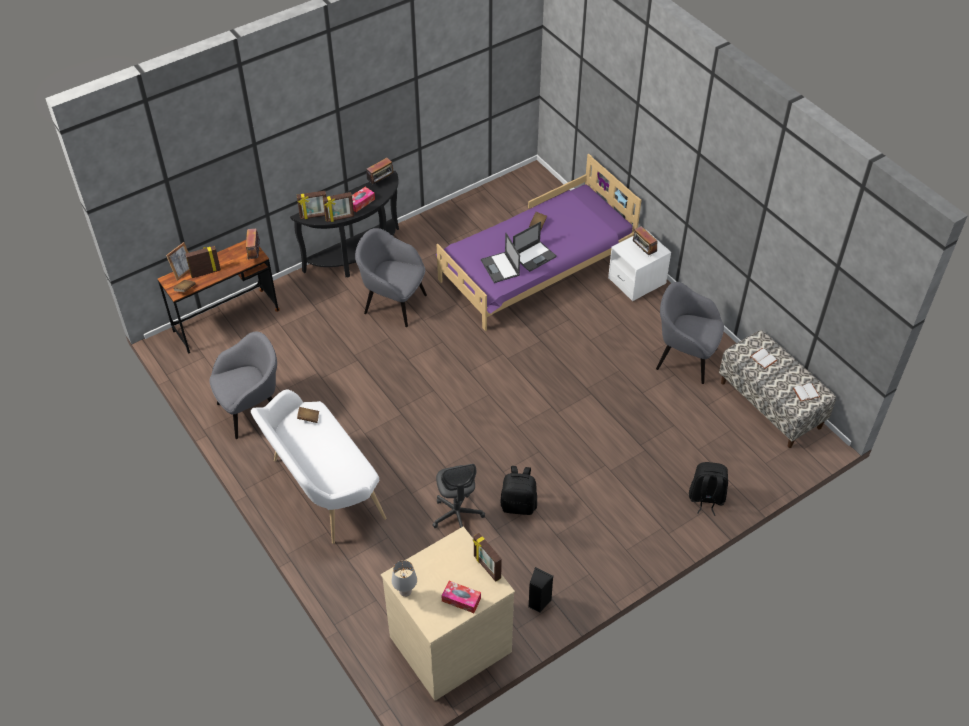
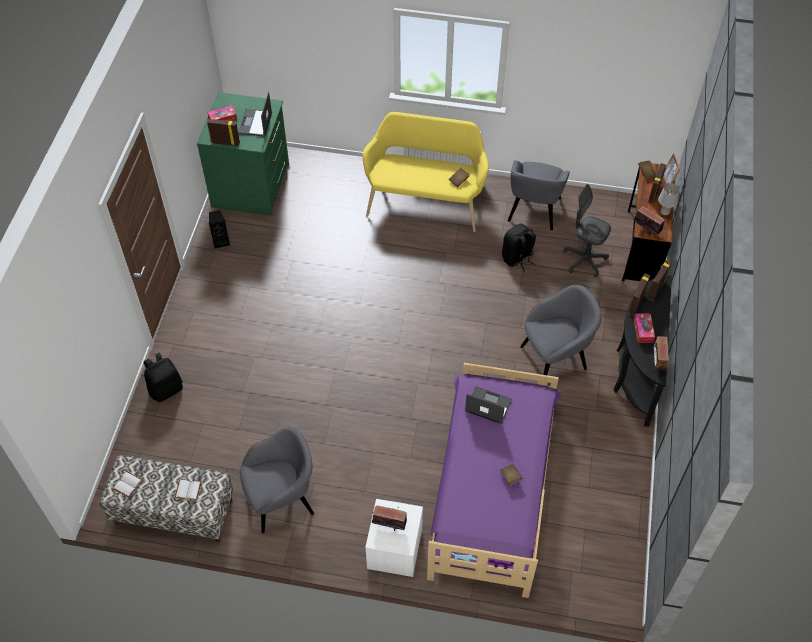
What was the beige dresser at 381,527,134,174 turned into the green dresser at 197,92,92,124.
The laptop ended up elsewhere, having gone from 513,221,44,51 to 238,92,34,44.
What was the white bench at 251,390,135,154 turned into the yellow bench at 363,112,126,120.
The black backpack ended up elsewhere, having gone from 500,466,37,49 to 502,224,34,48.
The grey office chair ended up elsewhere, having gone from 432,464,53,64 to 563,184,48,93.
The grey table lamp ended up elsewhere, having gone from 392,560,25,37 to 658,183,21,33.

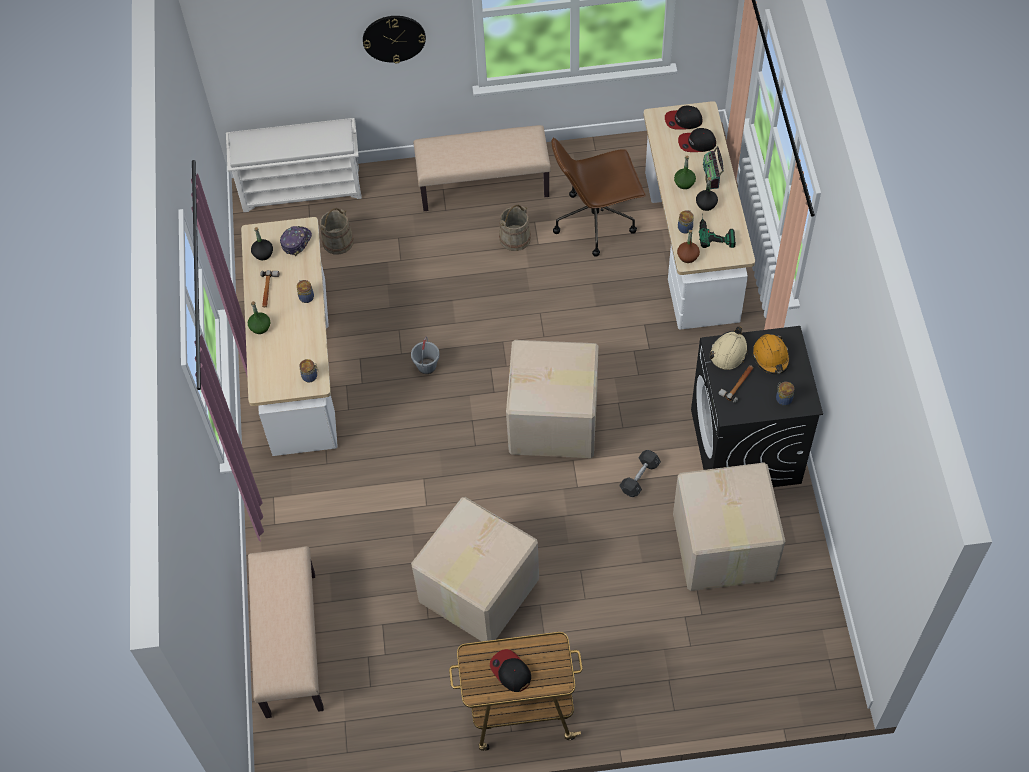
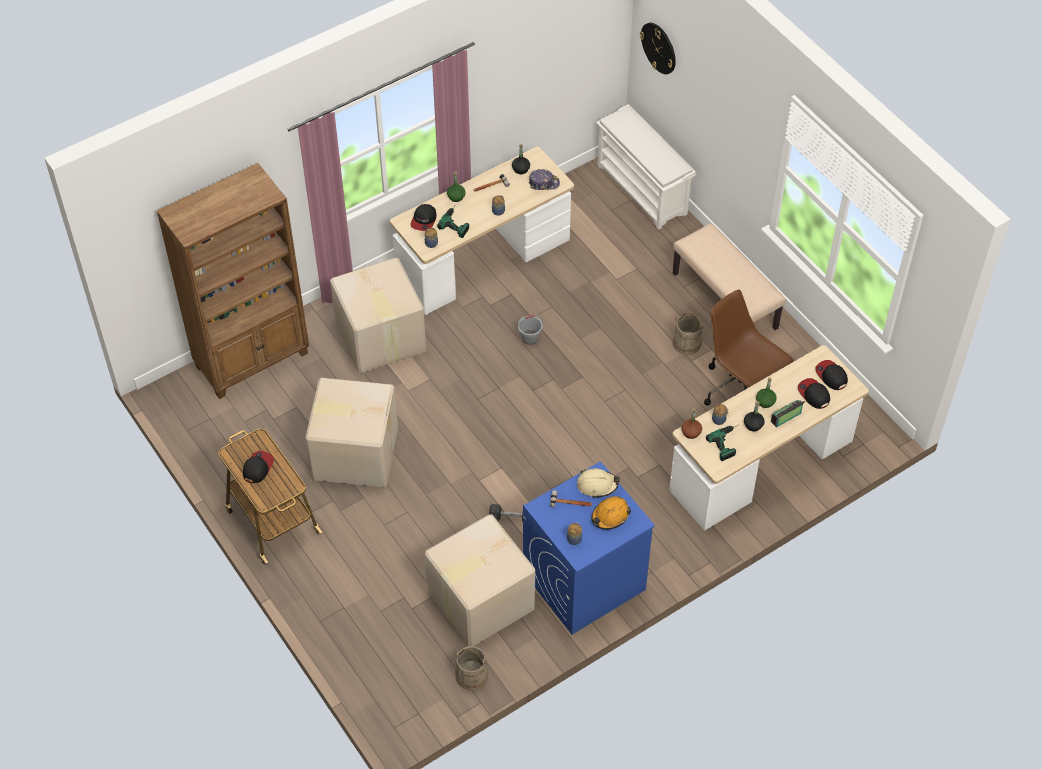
Where the beige bench stood at 248,546,76,172, the brown bookcase came to stand at 157,163,152,236.
The cardboard box ended up elsewhere, having gone from 506,340,92,118 to 330,258,96,115.
The second view gained the cap at 410,204,27,27.
The second view gained the power drill at 437,204,32,34.
The beige bucket ended up elsewhere, having gone from 320,208,34,46 to 454,646,34,44.
What was the black washing machine at 691,326,132,161 turned into the blue washing machine at 523,461,132,174.
The wall clock ended up elsewhere, having gone from 363,16,63,48 to 640,22,36,52.

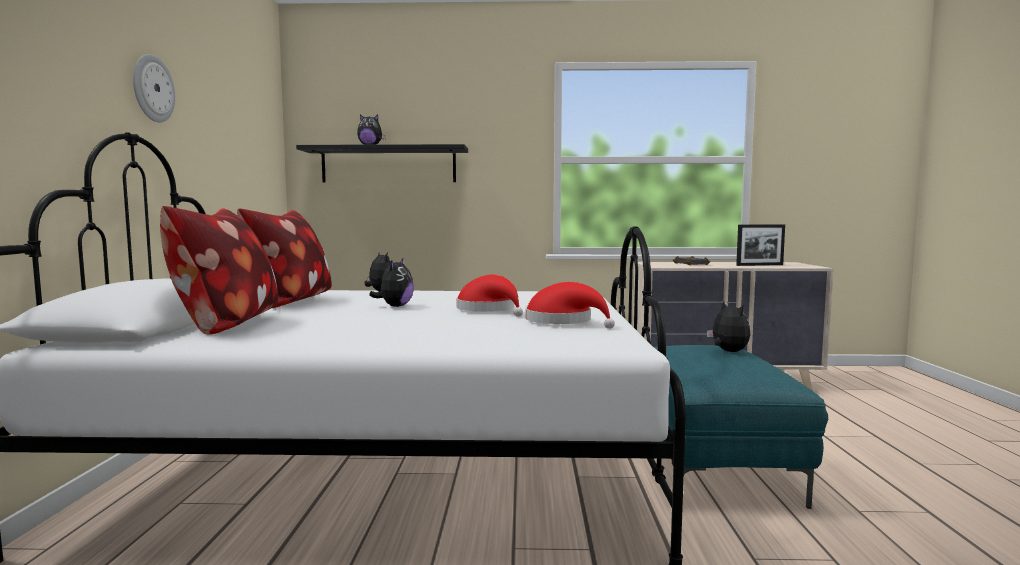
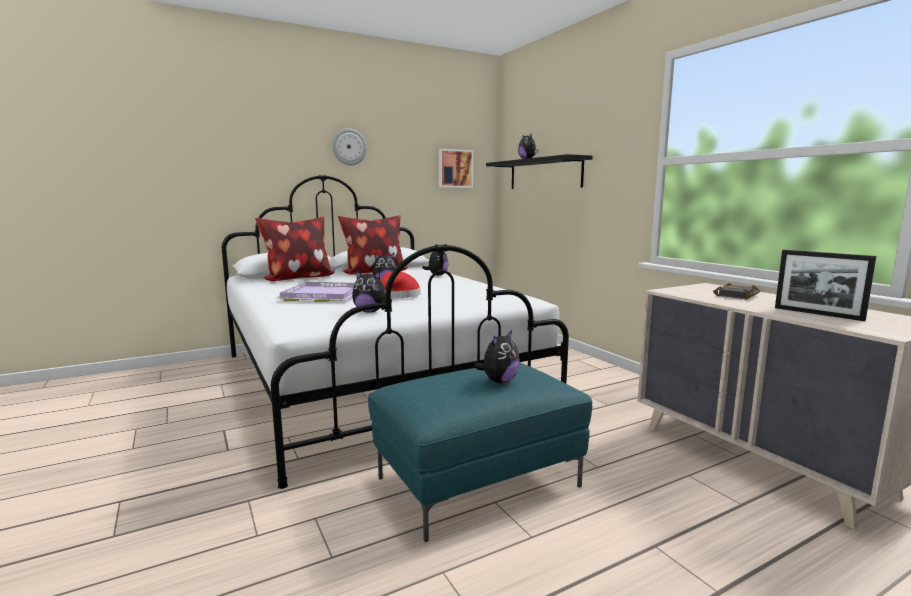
The second view gained the purple tray at 274,282,81,20.
Where the red hat stood at 526,282,89,47, the plush toy came to stand at 352,271,33,41.
The second view gained the picture at 438,149,35,39.

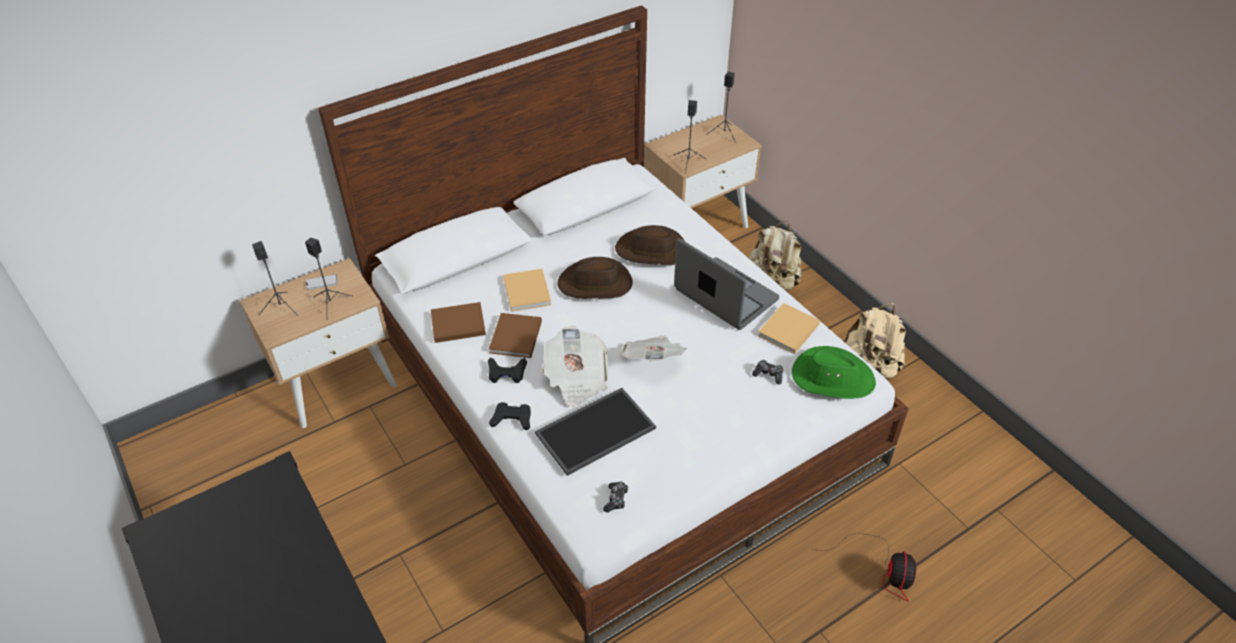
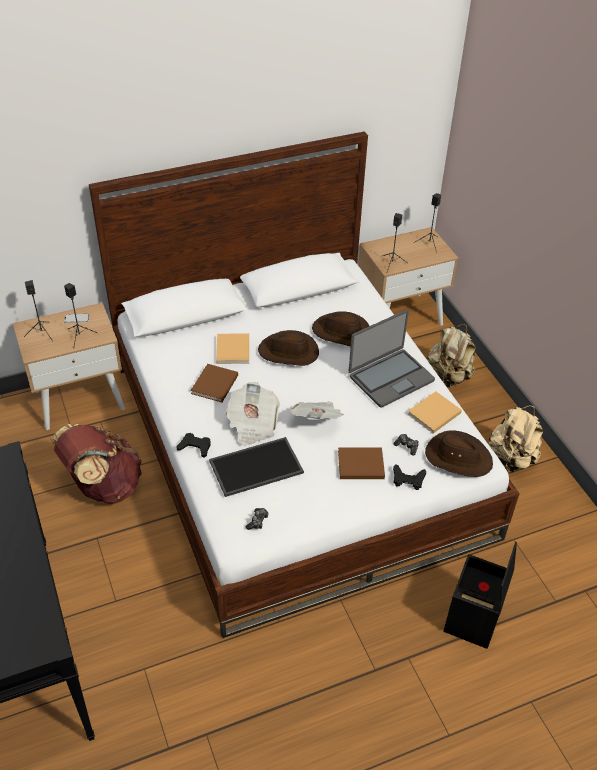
The second view gained the brown backpack at 50,424,92,80.
The brown book ended up elsewhere, having gone from 431,302,55,41 to 338,448,47,31.
The laptop at 674,238,105,92 ended up facing another way, 90 degrees clockwise from before.
The black game controller ended up elsewhere, having gone from 488,358,39,25 to 393,464,33,26.
What was the green hat at 792,346,84,53 turned into the brown hat at 425,430,68,47.
Where the fan stood at 813,533,103,68, the black storage box came to stand at 443,542,74,107.

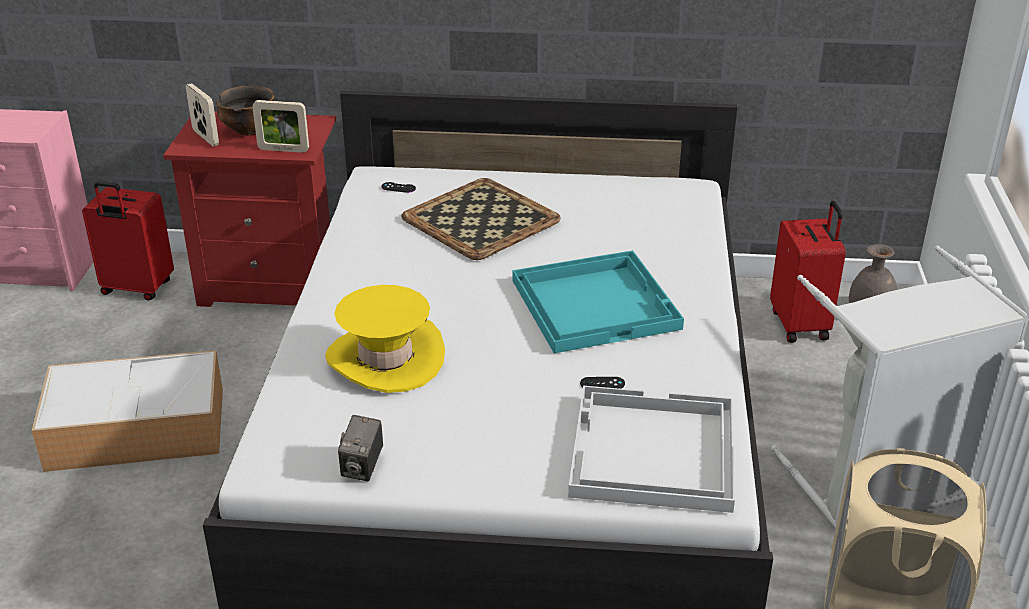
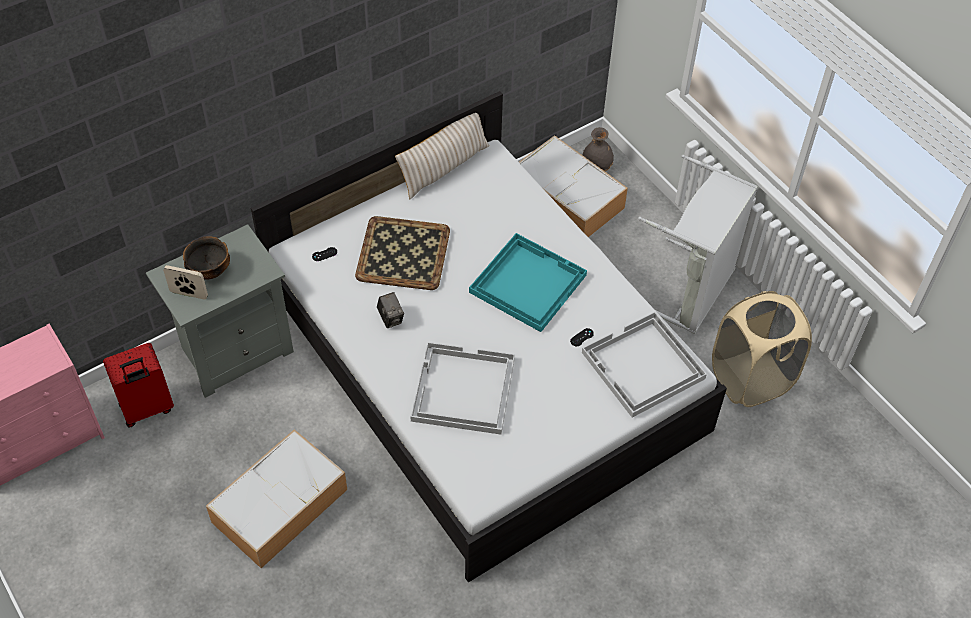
What was the red nightstand at 163,111,173,196 turned into the grey nightstand at 146,224,148,174.
The photo camera ended up elsewhere, having gone from 338,415,45,66 to 377,292,27,36.
The second view gained the beige pillow at 395,113,94,86.
Where the yellow hat stood at 325,285,120,108, the white tray came to stand at 411,342,104,92.
Where the red suitcase stood at 770,201,76,142, the storage box came to stand at 519,135,109,102.
The second view lost the picture frame at 252,100,57,53.

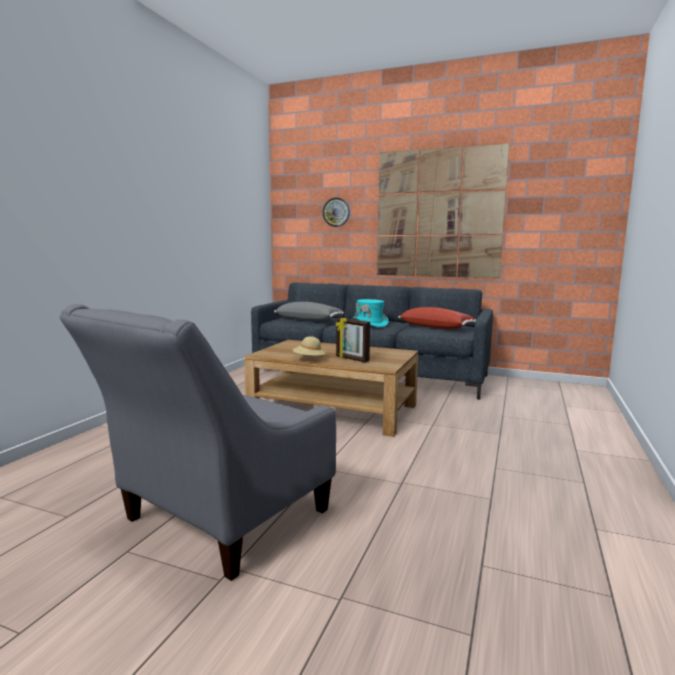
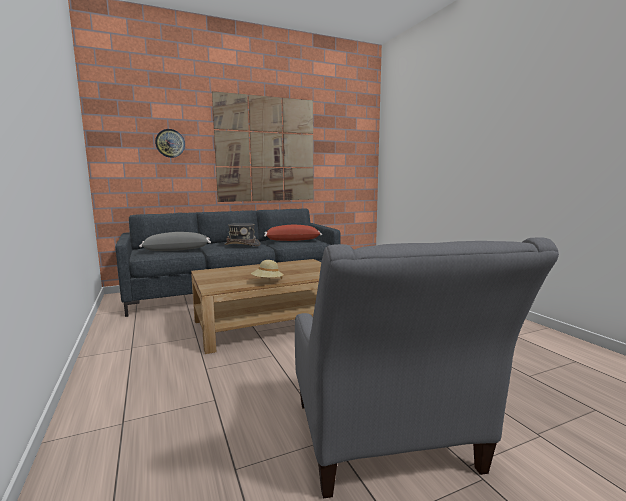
What was the turquoise hat at 352,299,37,28 turned into the grey hat at 224,223,36,23.
The second view lost the picture frame at 336,318,34,44.

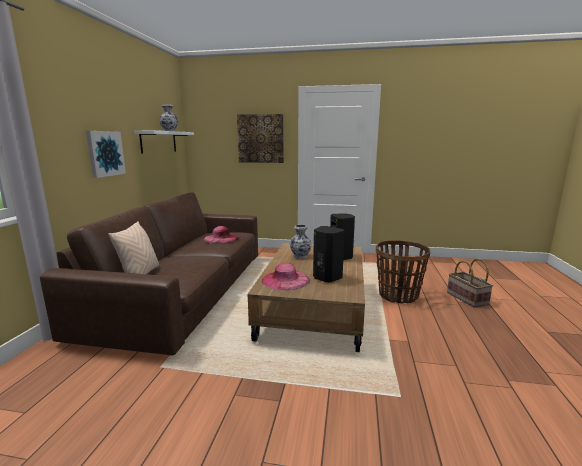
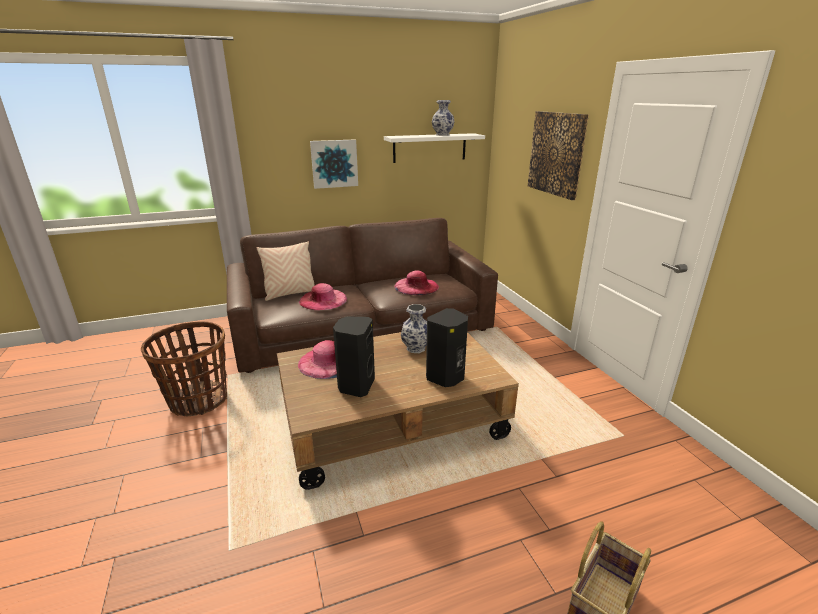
The basket ended up elsewhere, having gone from 376,240,54,63 to 141,321,86,95.
The second view gained the pink hat at 299,283,48,27.

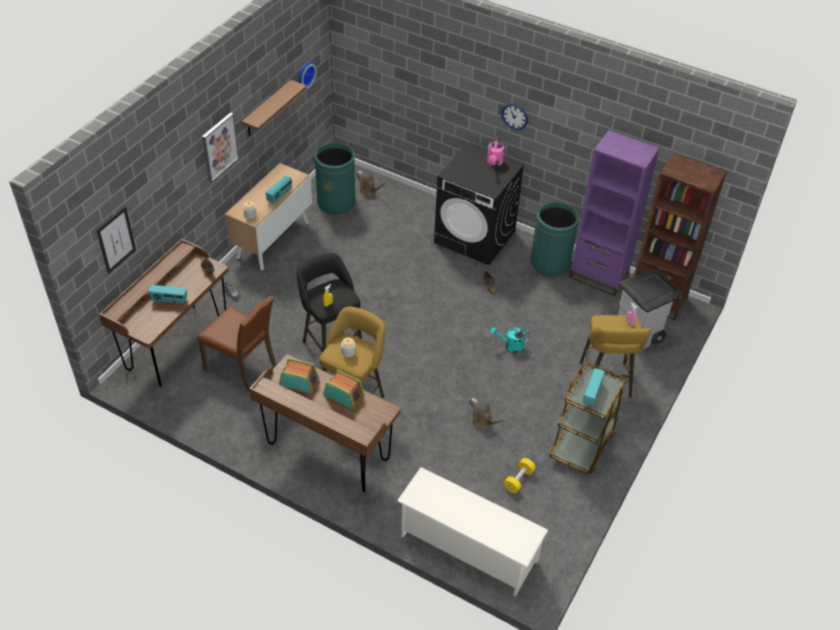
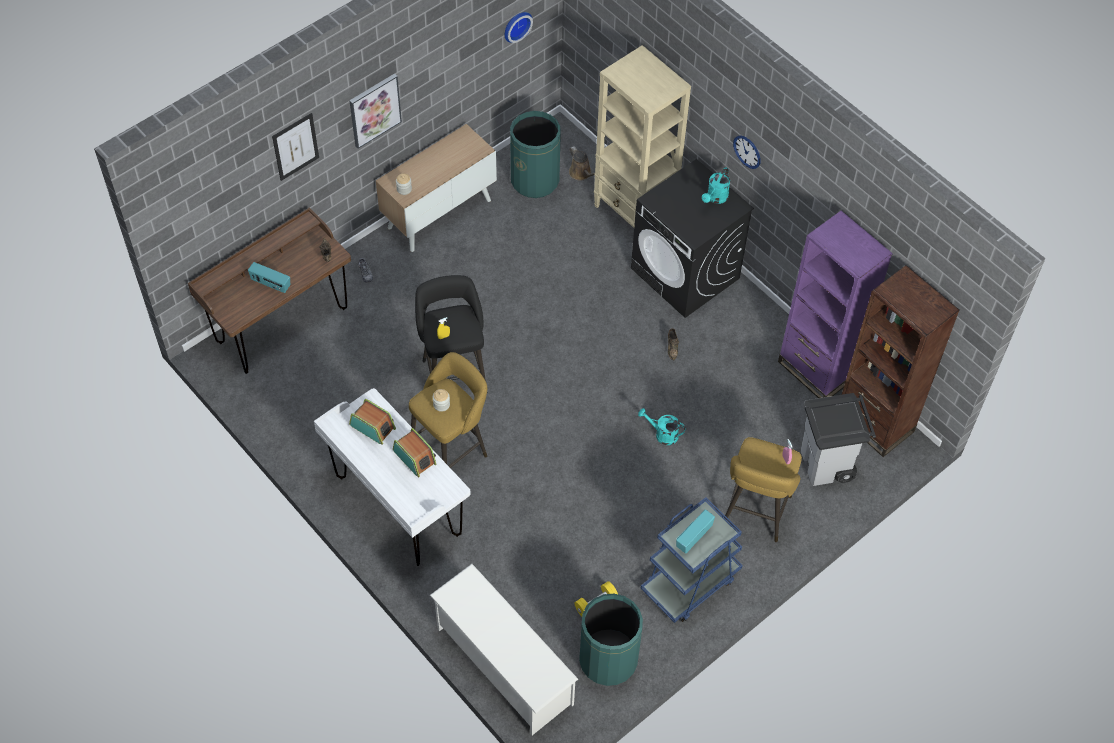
The picture ended up elsewhere, having gone from 96,207,40,67 to 272,113,47,68.
What was the brown desk at 249,354,151,138 turned into the white desk at 314,388,157,178.
The green trash can ended up elsewhere, having gone from 531,203,48,73 to 579,594,64,92.
The second view gained the beige bookcase at 594,45,97,183.
What was the brown cart at 550,362,77,113 turned into the blue cart at 641,497,102,126.
What was the pink watering can at 487,137,17,29 turned into the turquoise watering can at 702,167,28,37.
The second view lost the brown chair at 197,296,79,95.
The second view lost the brown shelf at 242,80,65,56.
The second view lost the radio at 265,175,27,29.
The second view lost the brown watering can at 469,398,39,31.

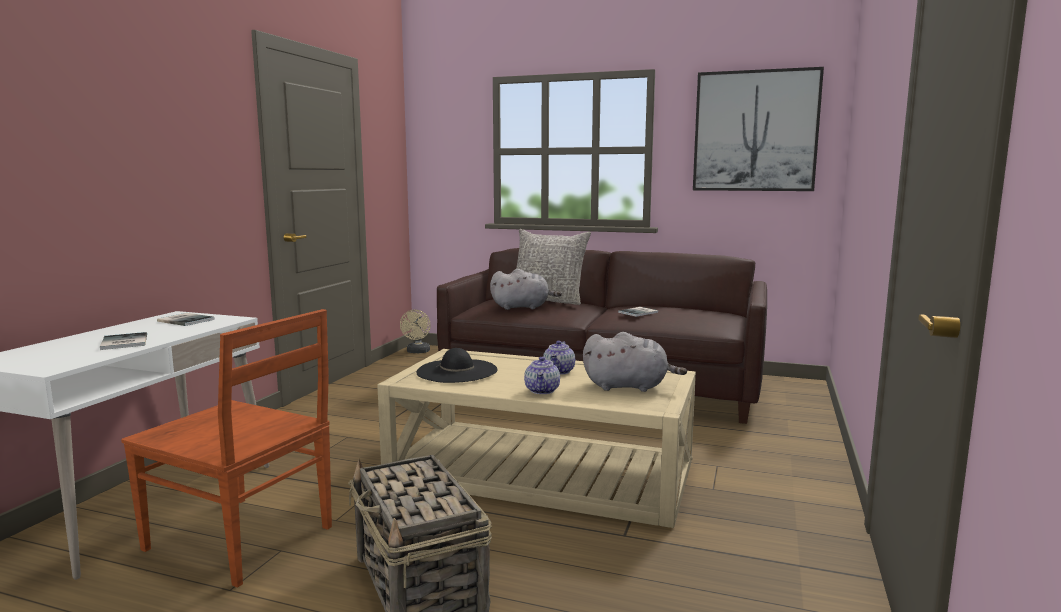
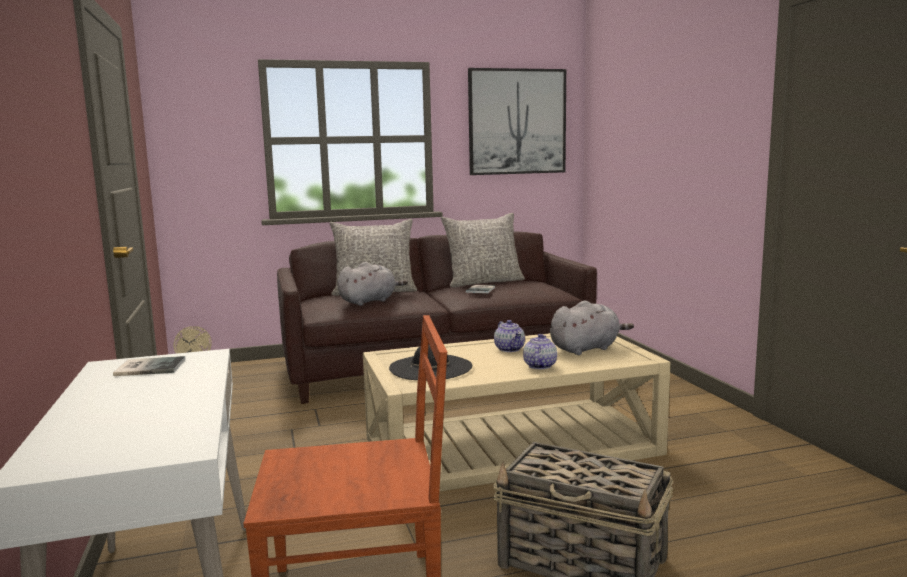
The second view gained the grey pillow at 441,213,84,74.
The teapot at 524,357,36,37 ended up facing another way, 135 degrees counterclockwise from before.
The second view lost the book at 100,332,47,18.

